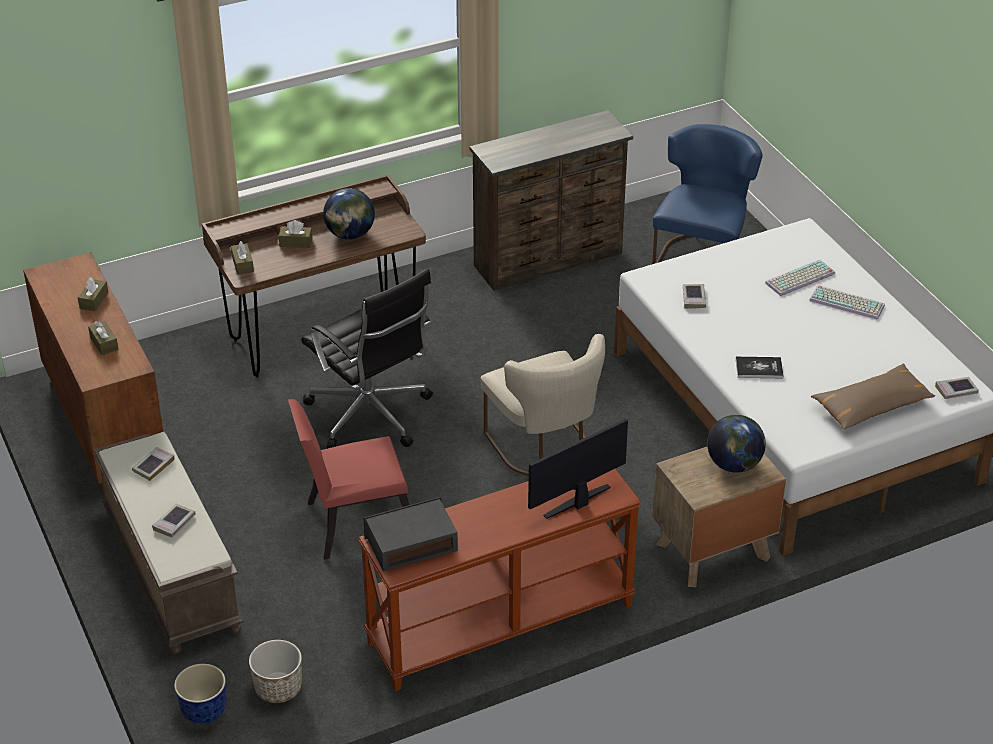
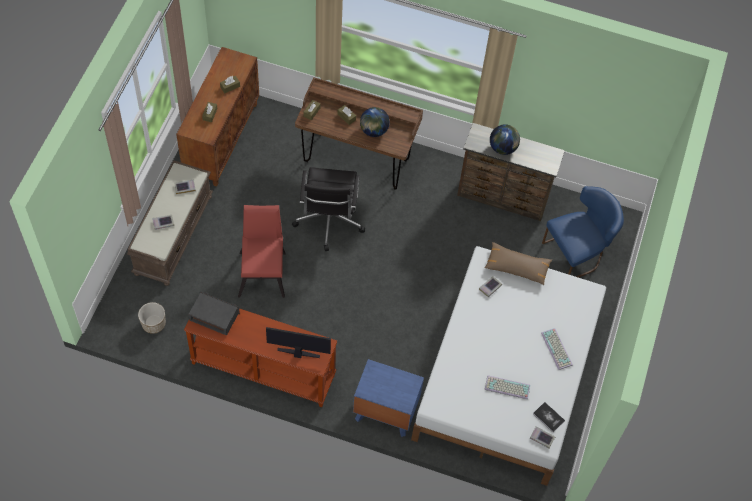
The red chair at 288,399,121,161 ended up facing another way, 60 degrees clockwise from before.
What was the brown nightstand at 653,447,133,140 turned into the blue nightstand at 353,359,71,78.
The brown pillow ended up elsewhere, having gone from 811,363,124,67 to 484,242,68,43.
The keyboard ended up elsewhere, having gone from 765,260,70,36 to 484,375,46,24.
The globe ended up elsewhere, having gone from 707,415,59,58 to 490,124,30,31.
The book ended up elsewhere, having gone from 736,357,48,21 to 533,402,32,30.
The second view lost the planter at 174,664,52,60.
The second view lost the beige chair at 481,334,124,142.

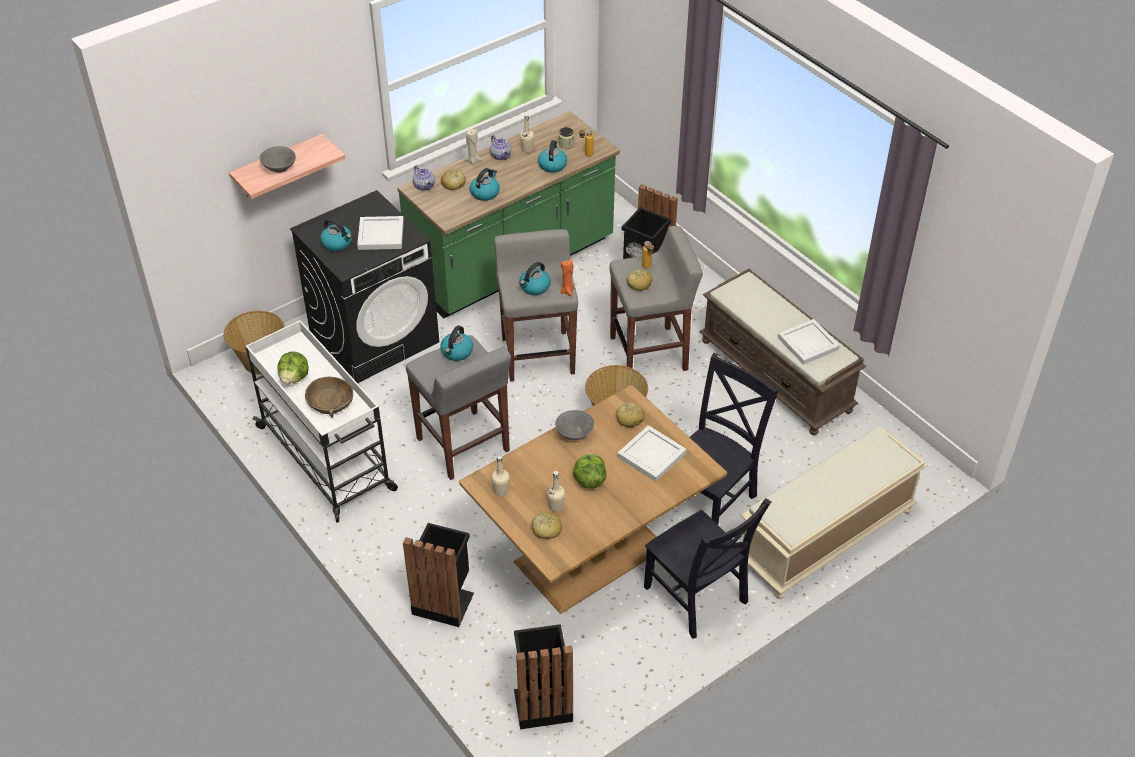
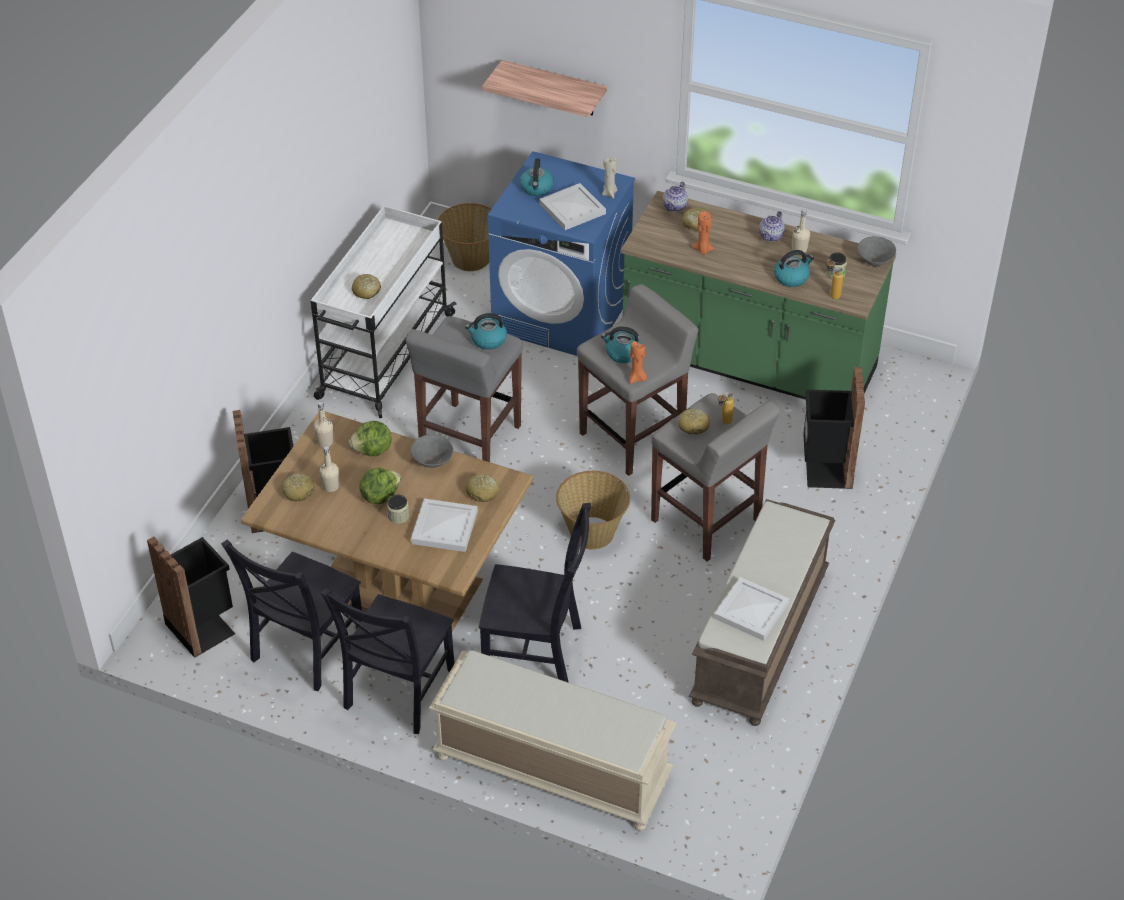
The second view gained the black chair at 221,540,141,151.
The lettuce ended up elsewhere, having gone from 277,352,32,32 to 349,421,42,35.
Where the brown bowl stood at 305,377,48,40, the bread came to stand at 352,274,29,25.
The second view gained the jar at 387,494,22,30.
What was the black washing machine at 290,190,149,193 turned into the blue washing machine at 488,151,147,205.
The beige candle ended up elsewhere, having gone from 464,128,18,37 to 602,157,15,42.
Where the kettle stood at 470,168,30,33, the orange candle came to stand at 692,211,22,44.
The grey bowl ended up elsewhere, having gone from 260,146,36,27 to 857,236,39,31.

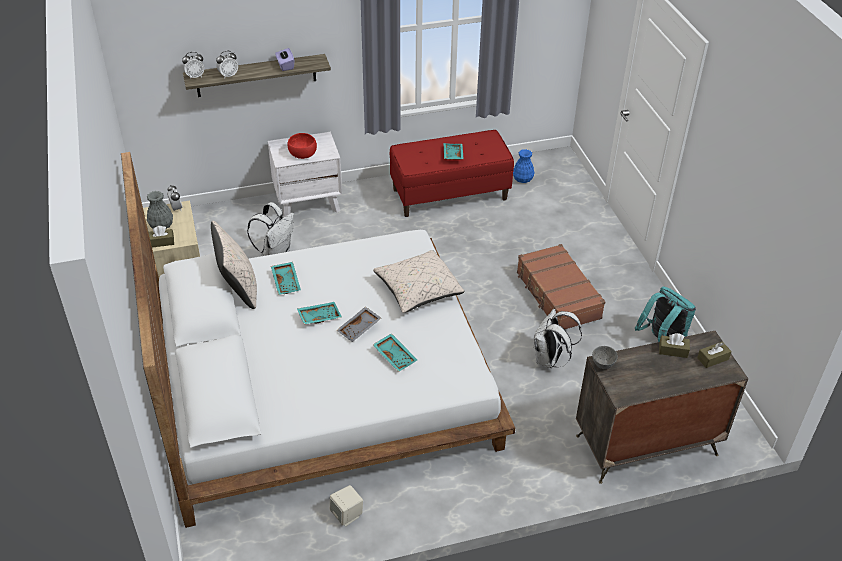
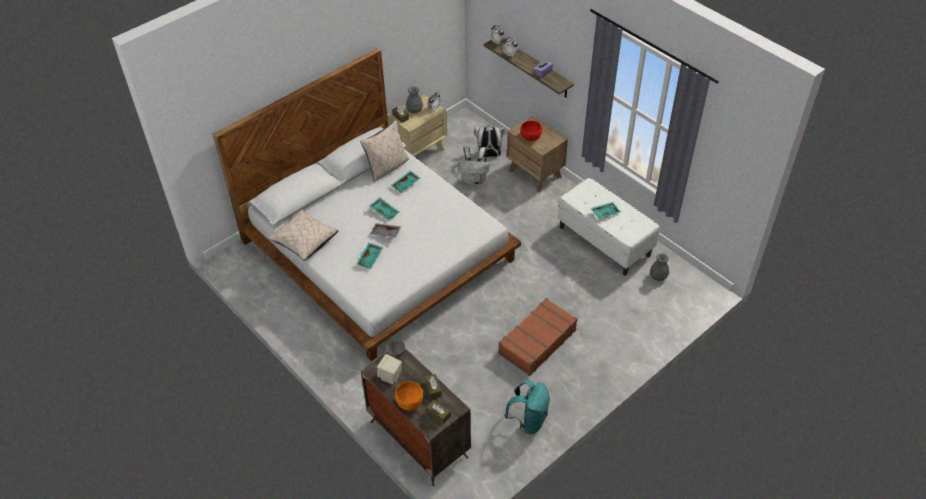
The beige pillow ended up elsewhere, having gone from 373,250,92,63 to 268,209,70,52.
The beige speaker ended up elsewhere, having gone from 330,485,33,42 to 377,354,25,30.
The second view gained the orange bowl at 395,381,29,30.
The white backpack ended up elsewhere, having gone from 533,309,49,59 to 474,125,31,32.
What was the white nightstand at 268,132,74,85 turned into the brown nightstand at 507,115,61,77.
What was the red bench at 390,130,124,87 turned into the white bench at 557,177,103,99.
What was the blue vase at 513,149,21,34 turned into the grey vase at 650,253,19,28.

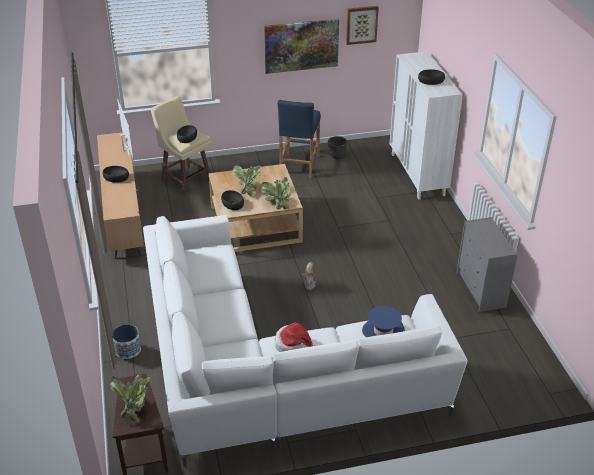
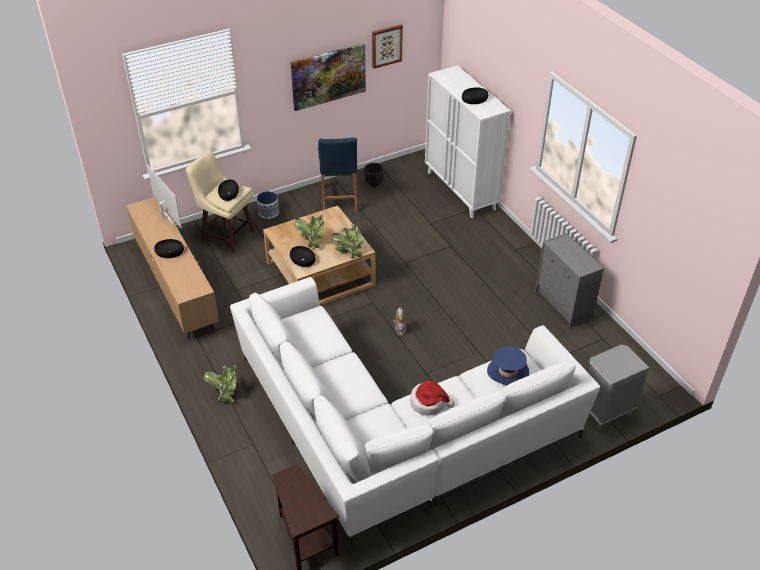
The potted plant ended up elsewhere, having gone from 110,375,41,46 to 204,365,34,38.
The planter ended up elsewhere, having gone from 112,324,29,35 to 257,191,22,28.
The second view gained the grey nightstand at 589,345,61,85.

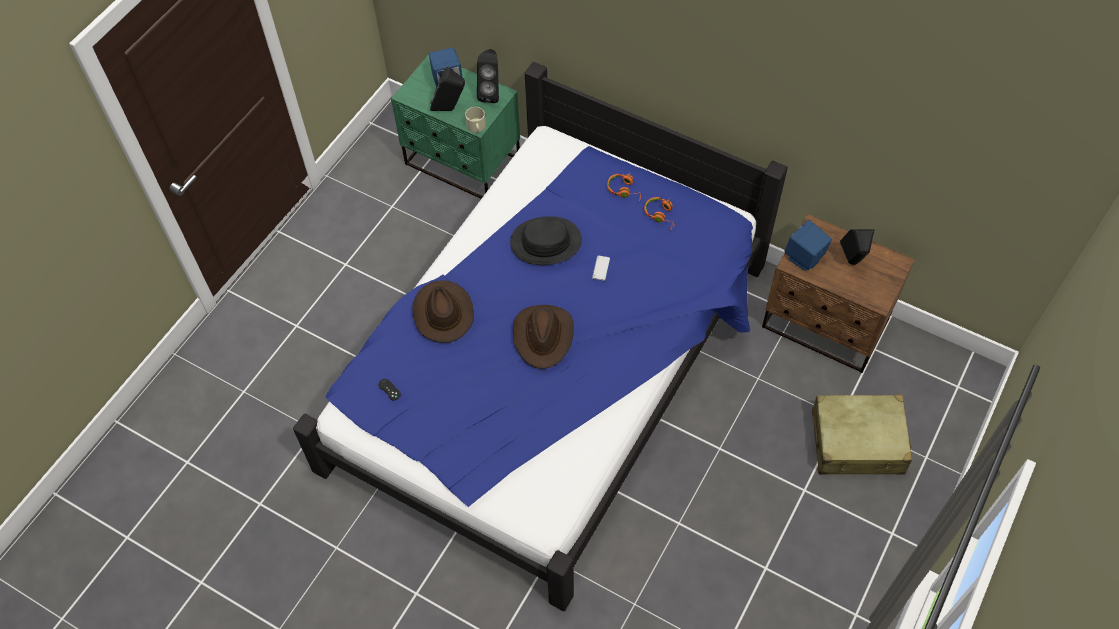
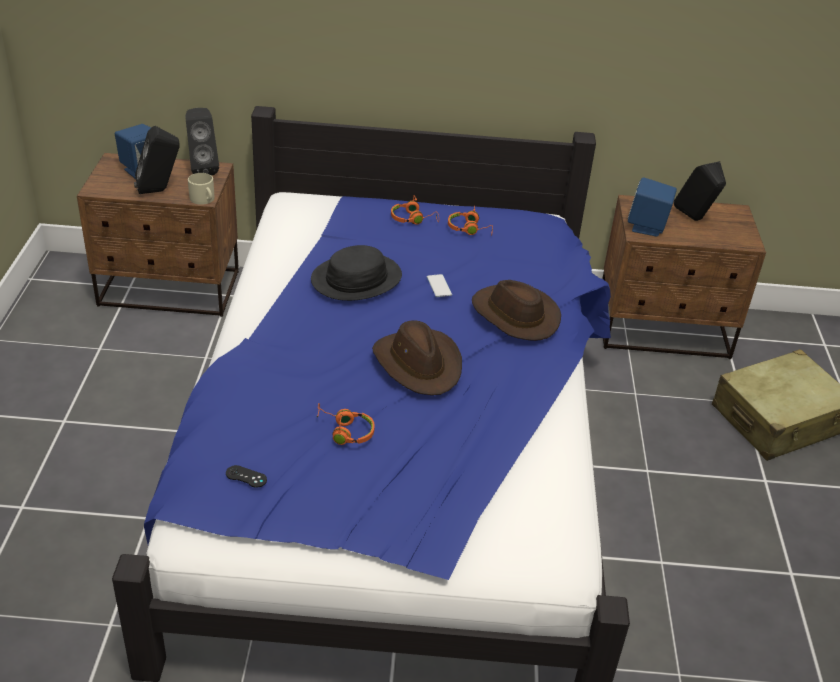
What was the green nightstand at 391,54,129,145 turned into the brown nightstand at 77,153,162,164.
The second view gained the orange headphones at 316,403,59,42.
The brown hat ended up elsewhere, having gone from 412,280,62,63 to 472,280,89,61.

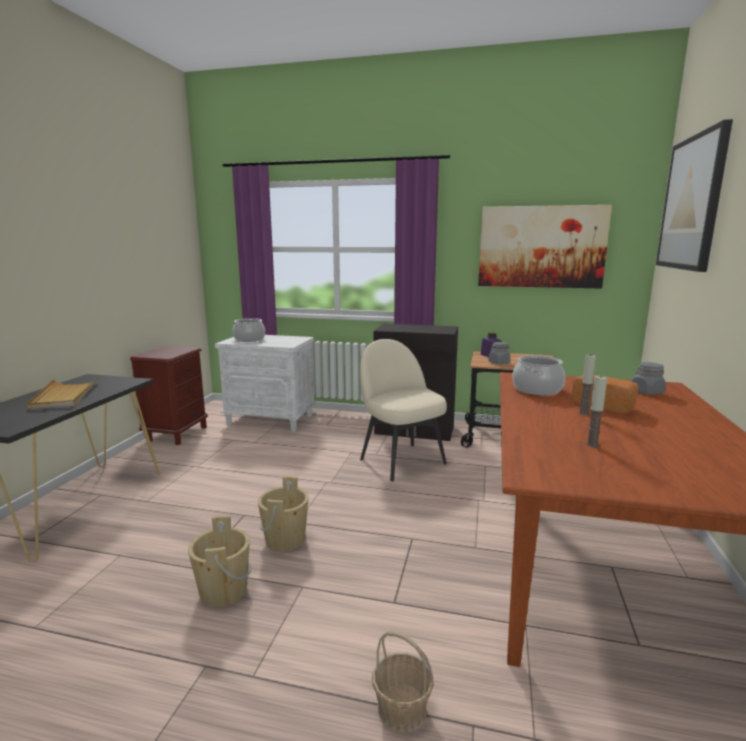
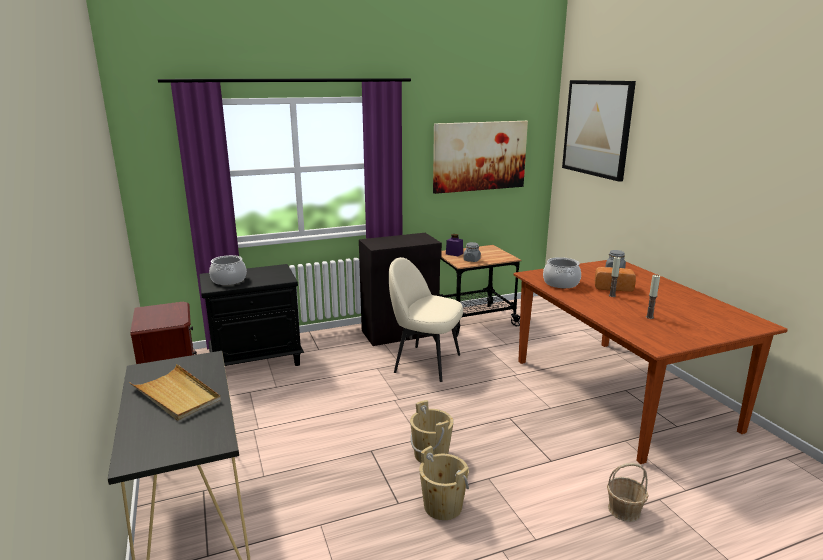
What was the white nightstand at 215,335,101,97 turned into the black nightstand at 199,264,105,102.

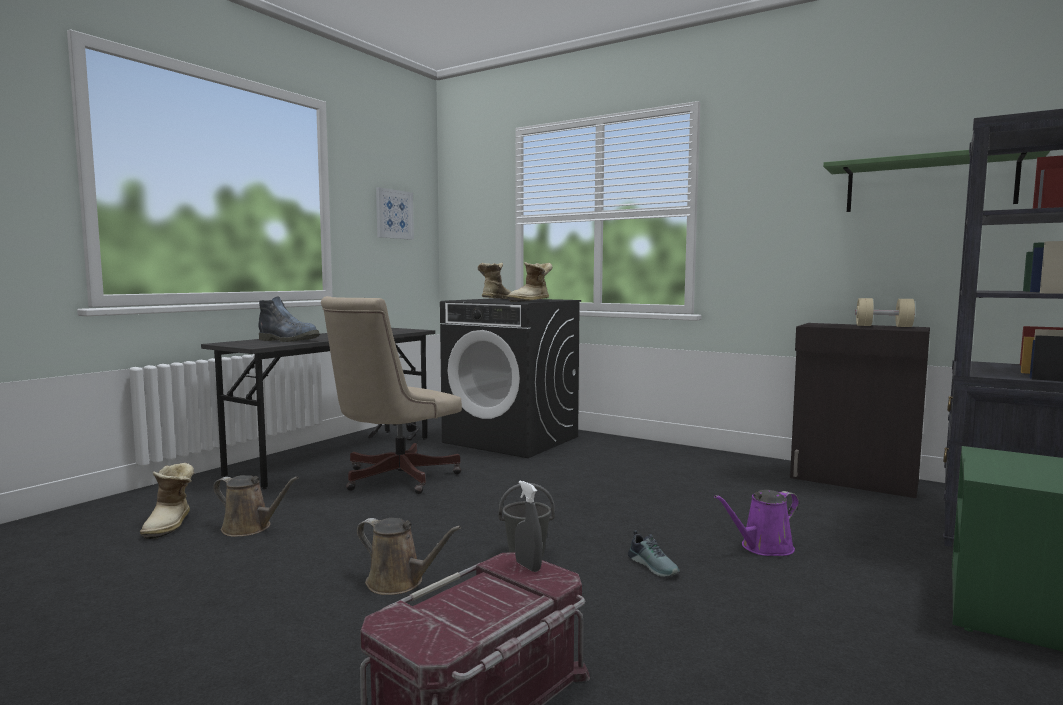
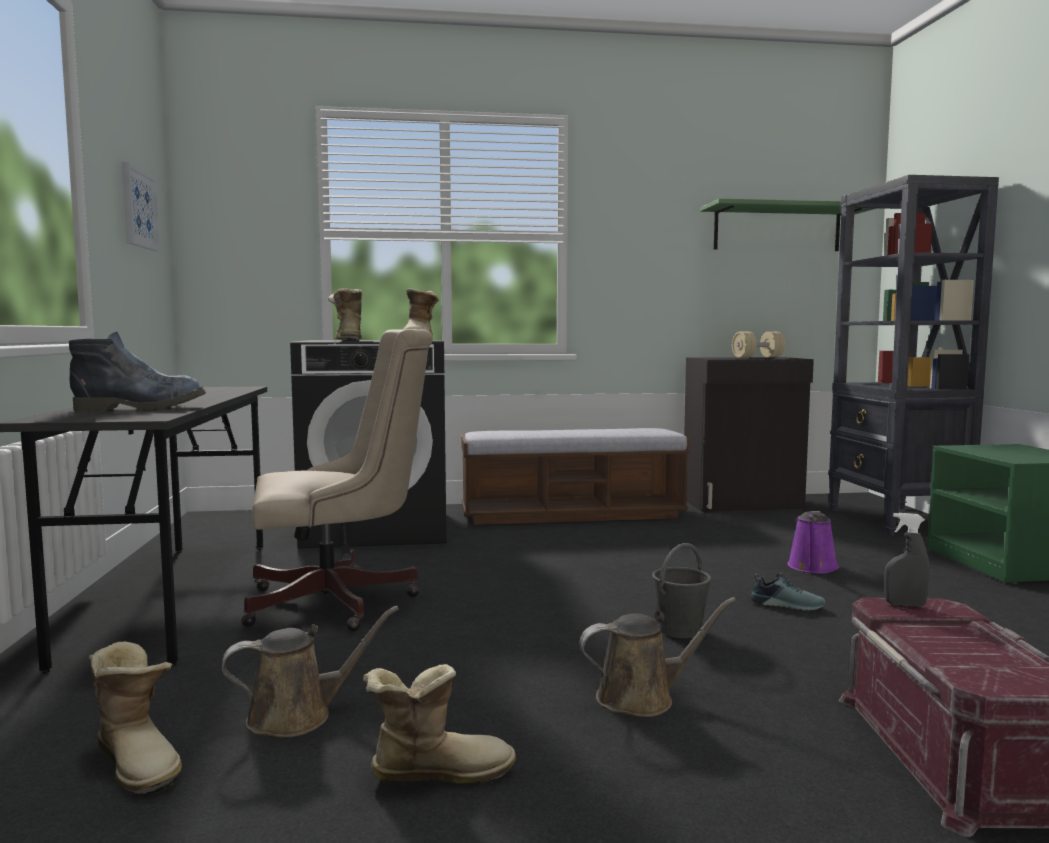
The beige office chair at 321,296,141,198 ended up facing another way, 105 degrees counterclockwise from before.
The second view gained the boot at 363,664,153,120.
The second view gained the bench at 461,428,229,97.

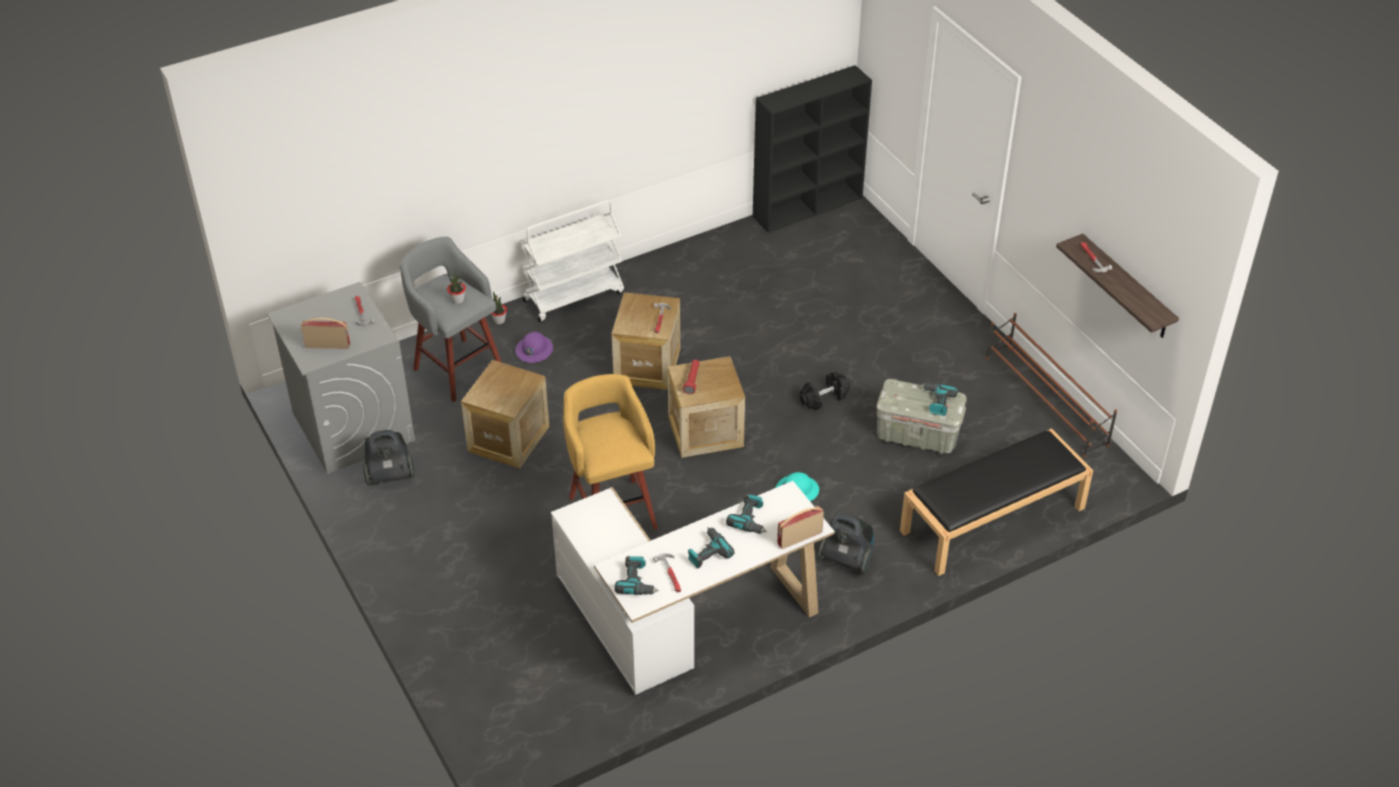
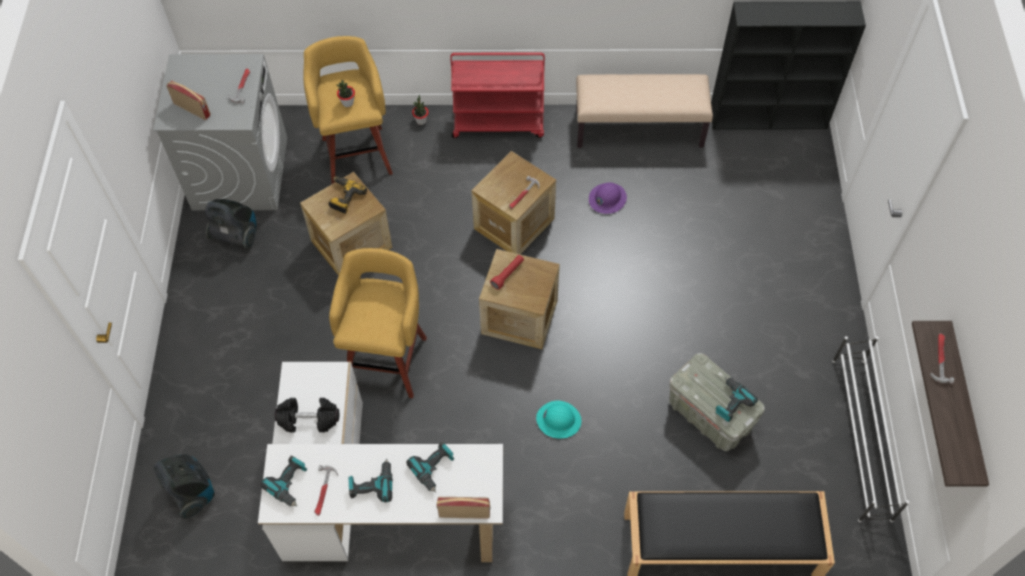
The vacuum cleaner ended up elsewhere, having gone from 818,513,56,61 to 154,454,61,65.
The black dumbbell ended up elsewhere, having gone from 799,372,51,38 to 275,398,64,34.
What was the grey stool at 400,237,102,165 turned into the yellow stool at 303,36,90,149.
The second view gained the power drill at 329,177,38,37.
What was the white cart at 521,200,103,123 turned into the red cart at 450,52,95,86.
The second view gained the beige bench at 576,74,137,74.
The purple hard hat ended up elsewhere, having gone from 515,332,38,31 to 589,182,38,32.
What was the brown shoe rack at 986,313,131,144 turned into the white shoe rack at 832,336,77,186.

